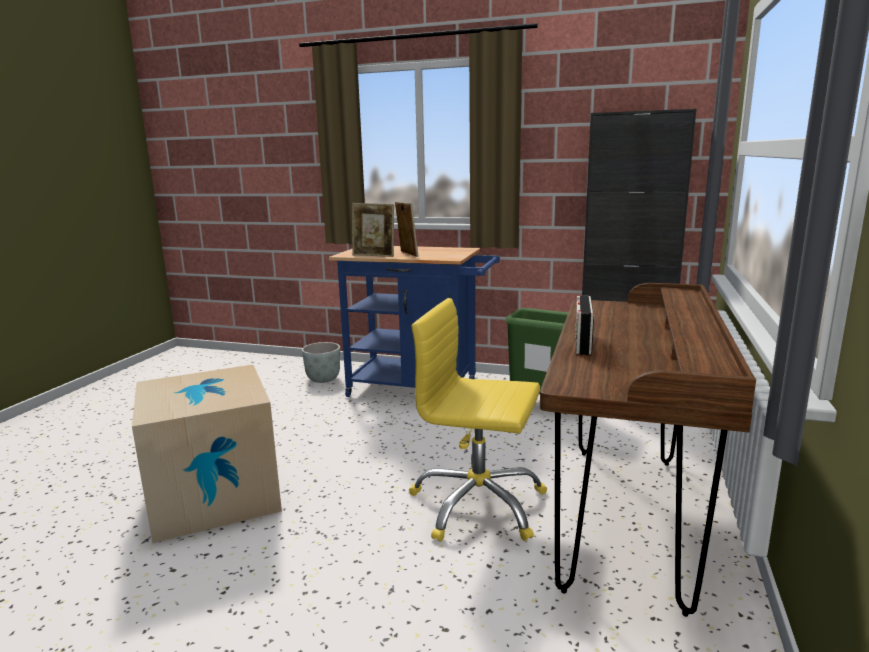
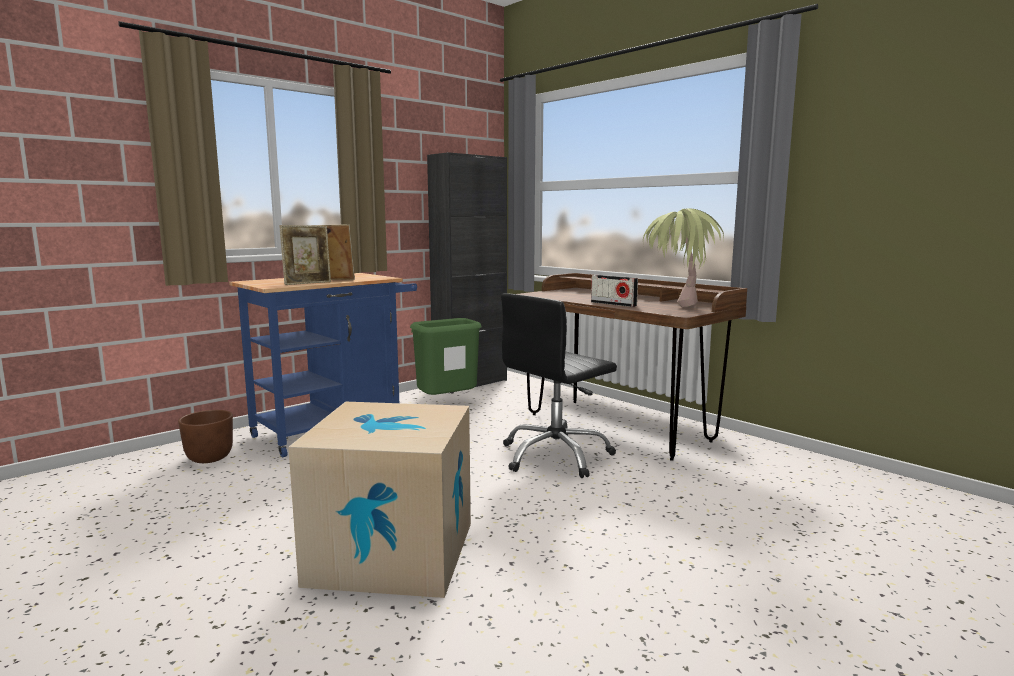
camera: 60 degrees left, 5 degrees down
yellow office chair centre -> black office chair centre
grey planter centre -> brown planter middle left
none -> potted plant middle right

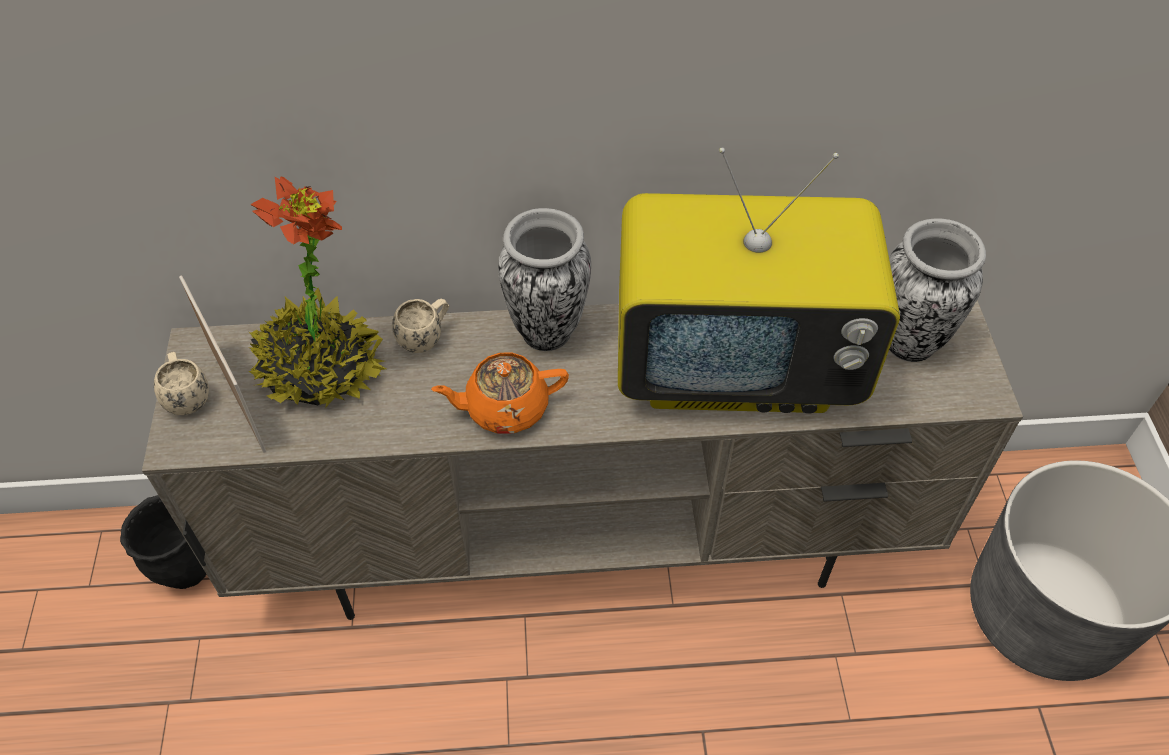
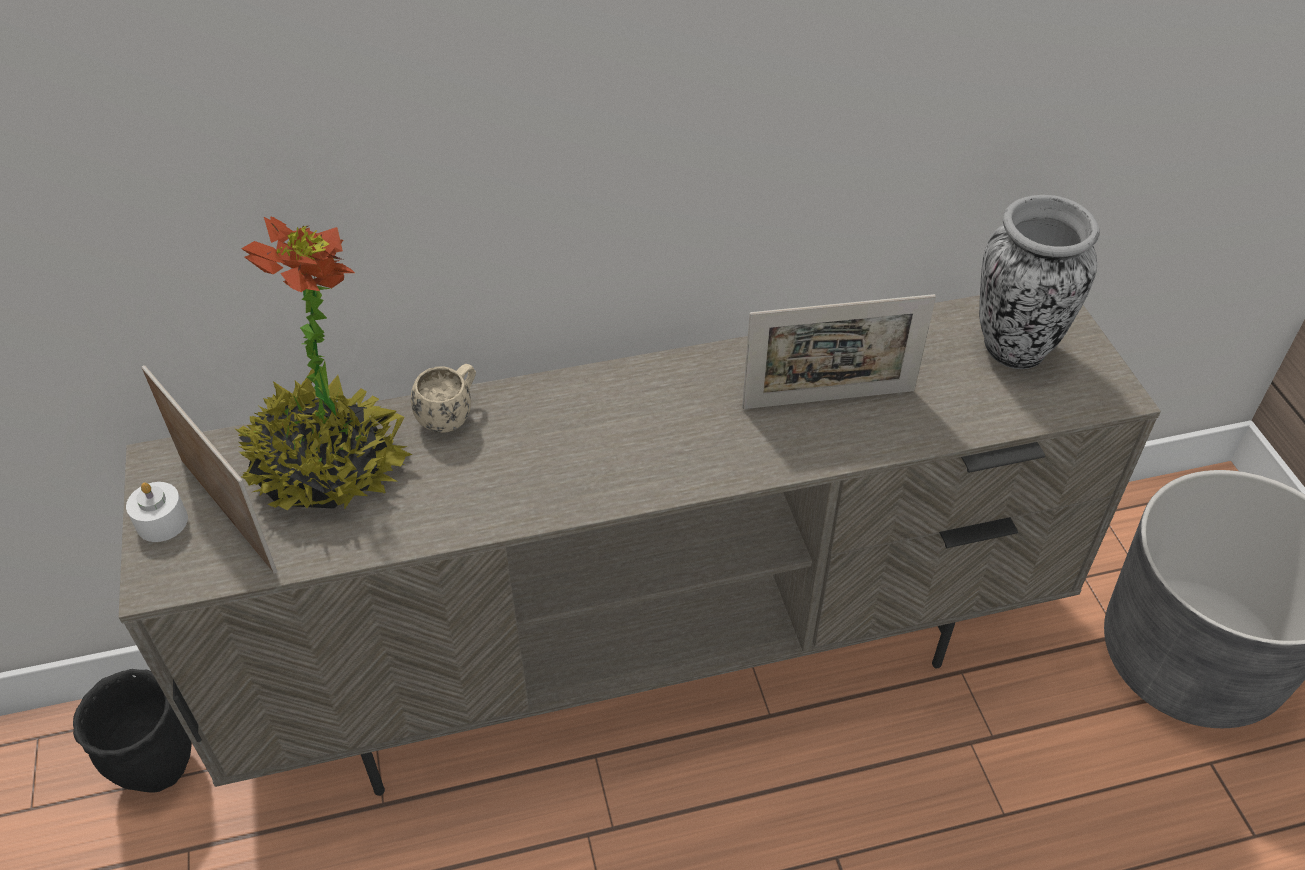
camera: 10 degrees left, 5 degrees down
television centre -> picture frame (2nd from left) centre
vase (1st from left) centre -> none
beige mug (1st from left) middle left -> white candle middle left
orange teapot centre -> none

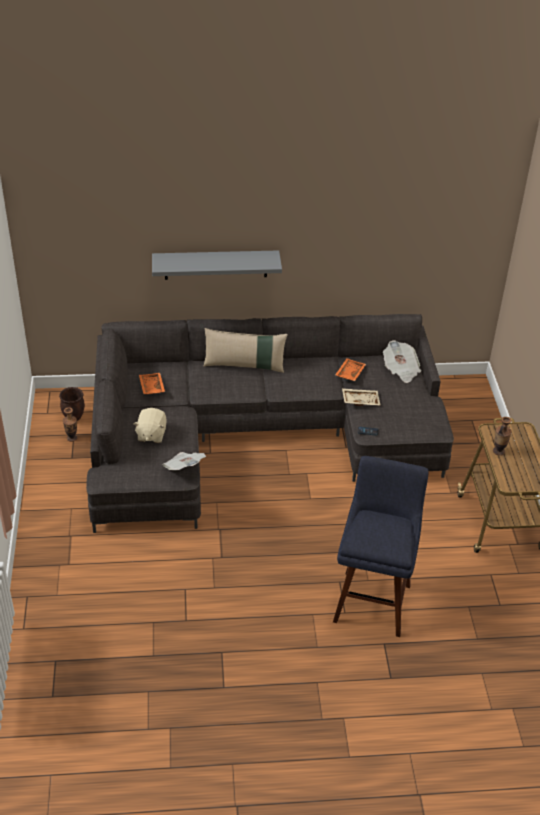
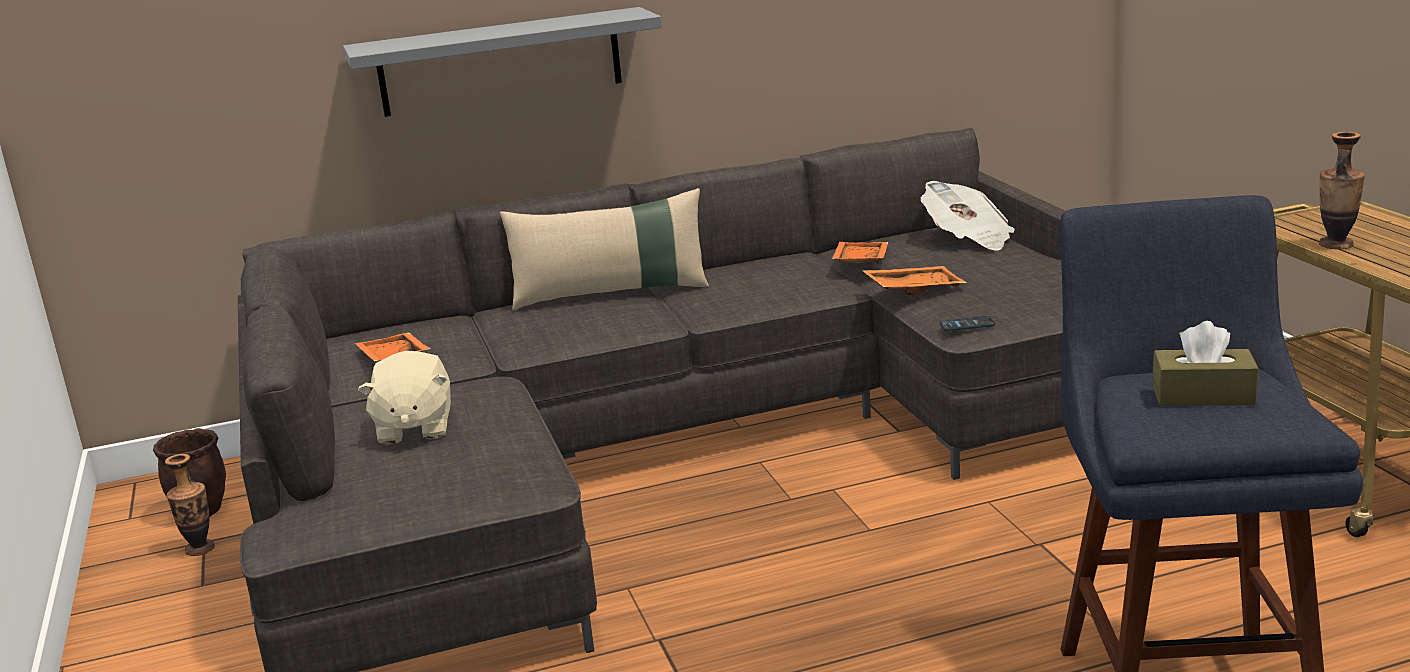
camera: 10 degrees left, 20 degrees down
beige tray middle right -> orange tray (3rd from left) centre
newspaper (1st from left) centre -> none
none -> brown tissue box middle right

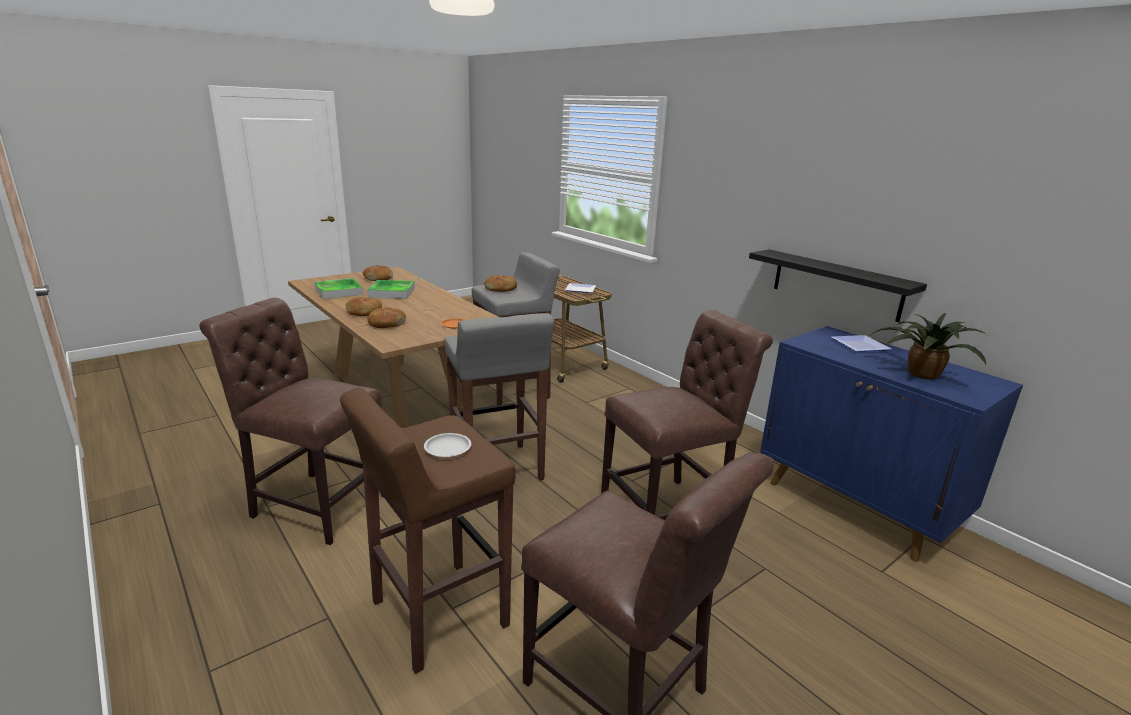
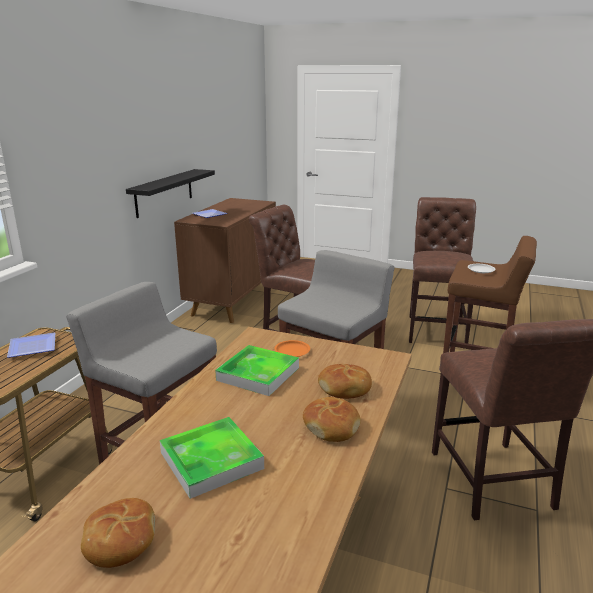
camera: 120 degrees left, 0 degrees up
bread (4th from left) centre -> none
tray (1st from left in the first image) middle left -> tray (2nd from left) centre, moved
potted plant middle right -> none
blue cabinet middle right -> brown cabinet centre

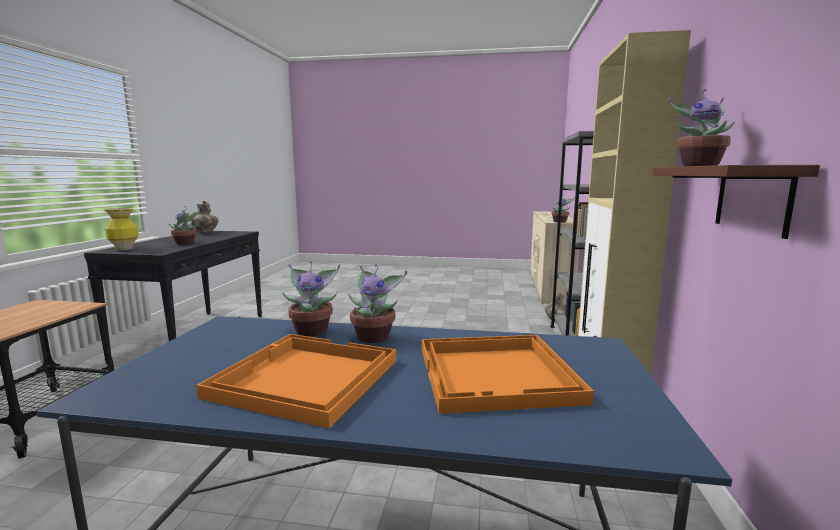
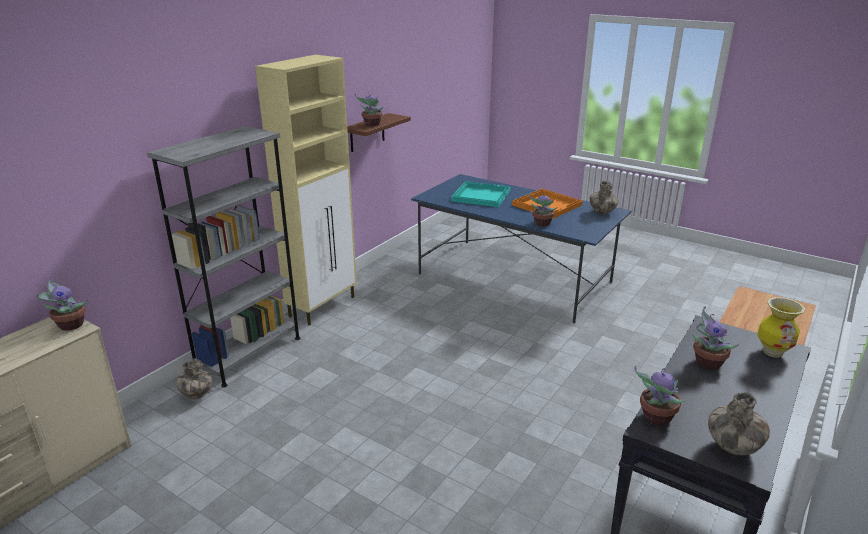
camera: 155 degrees left, 15 degrees up
potted plant (3rd from left in the first image) centre -> potted plant (4th from left) bottom right, moved
orange tray (2nd from left) bottom centre -> turquoise tray centre
none -> vase (2nd from left) middle right

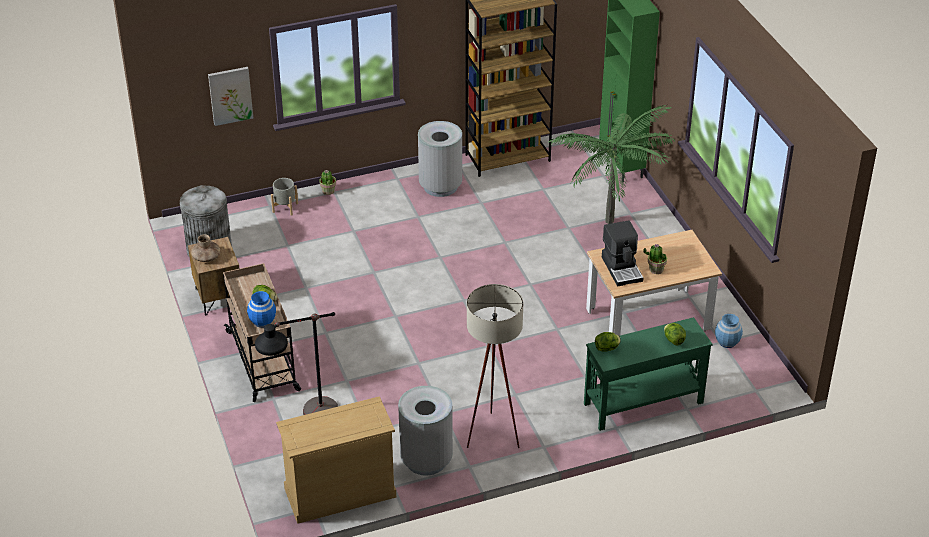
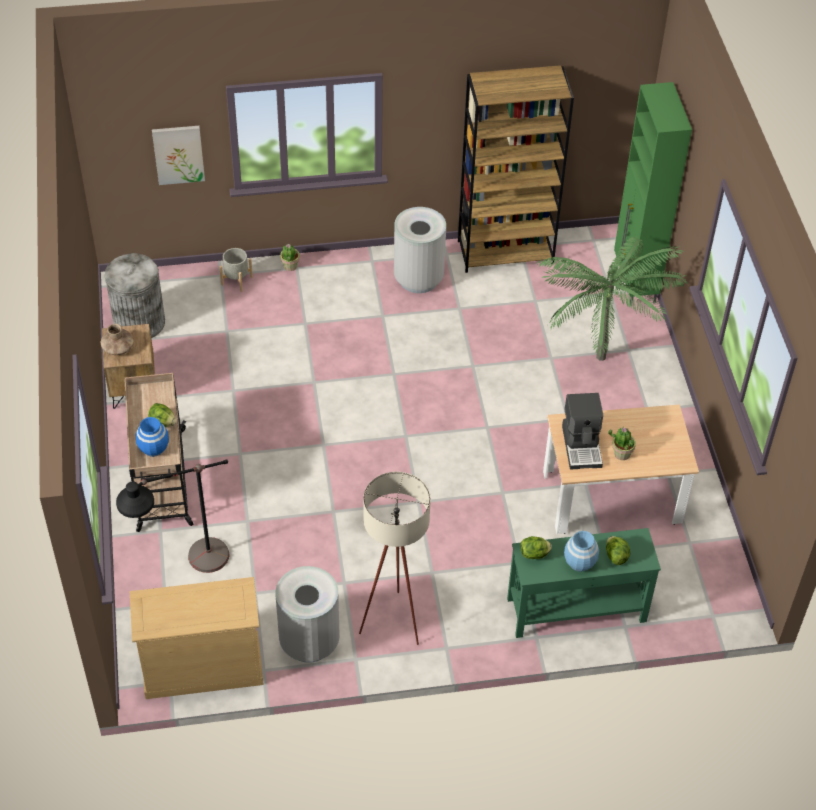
camera: 10 degrees right, 10 degrees up
blue vase (2nd from left) middle right -> blue vase (2nd from left) bottom right, moved

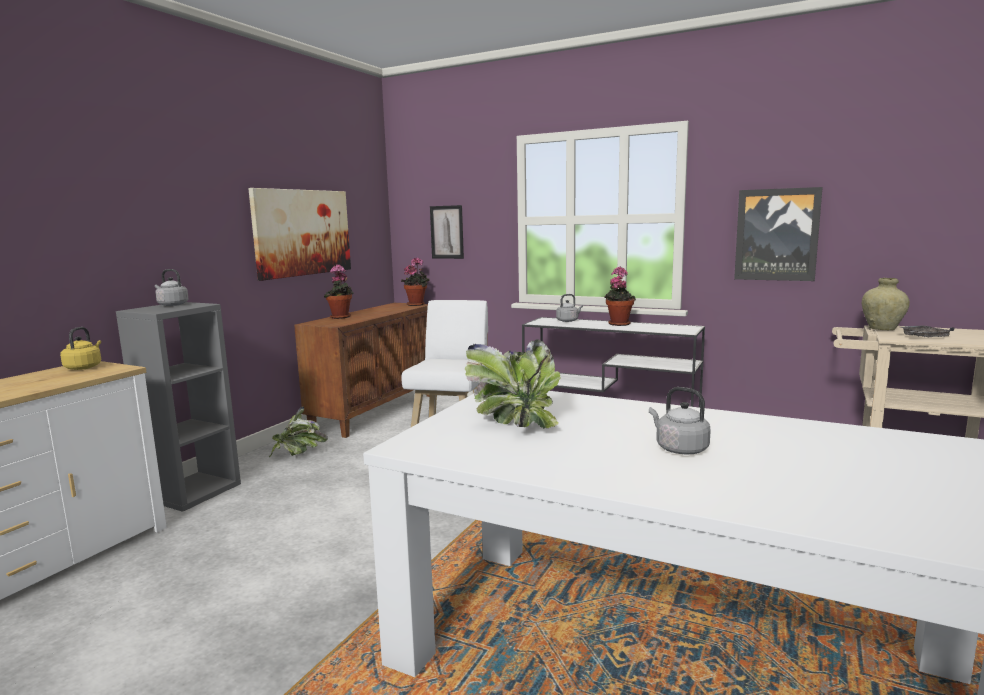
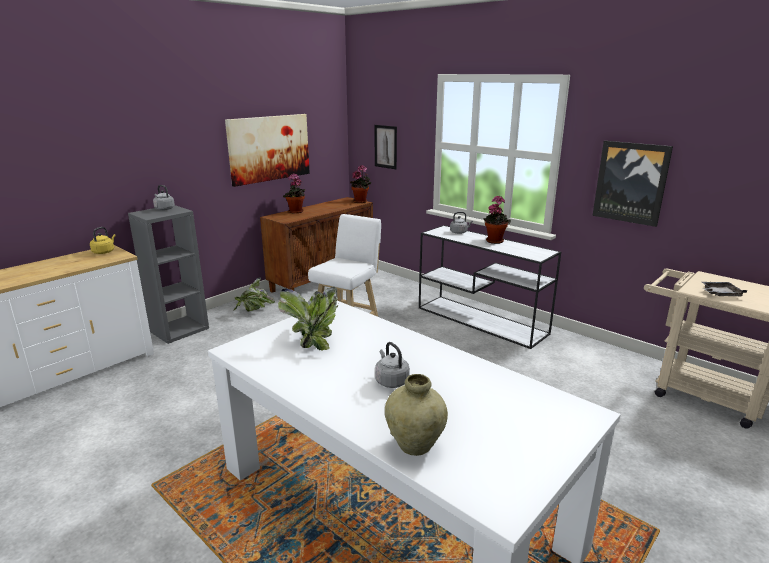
camera: 15 degrees right, 10 degrees up
beige vase middle right -> beige vase bottom centre, moved

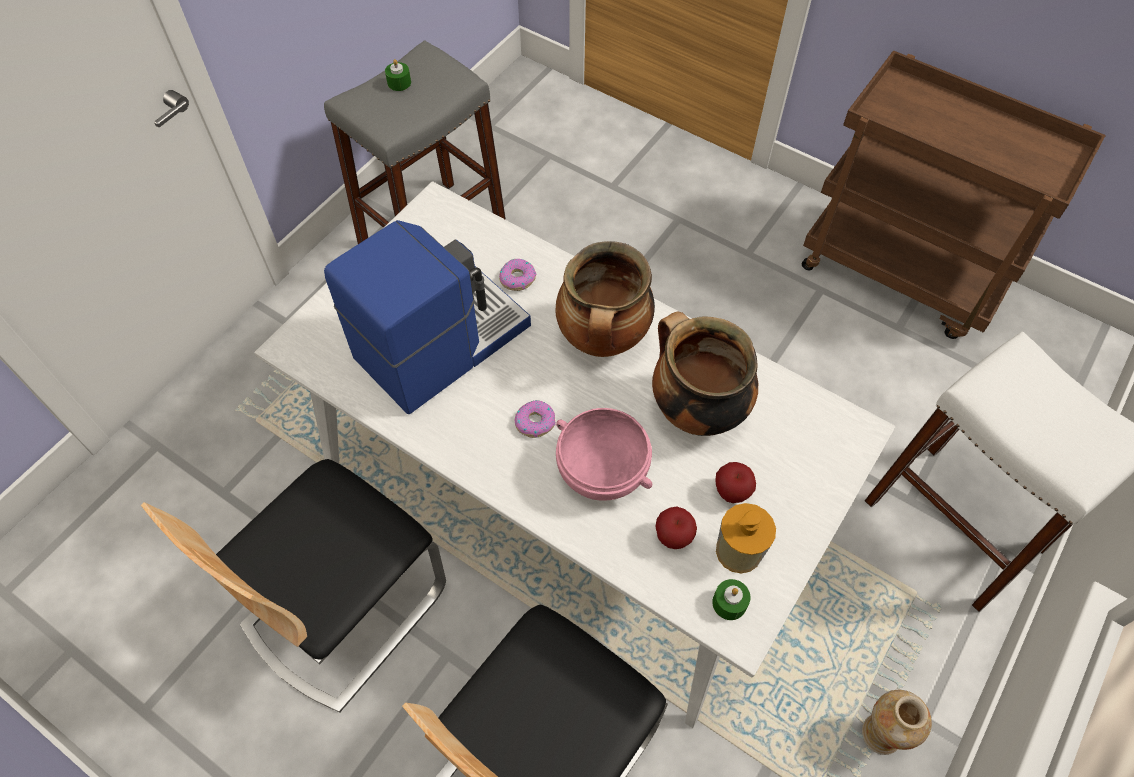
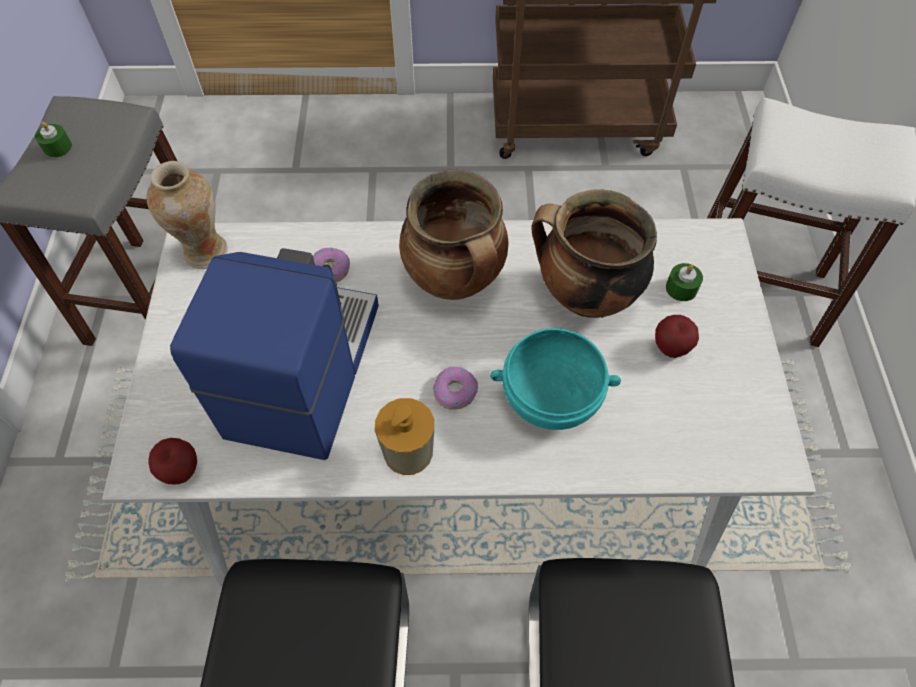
camera: 35 degrees left, 0 degrees up
pink bowl centre -> turquoise bowl centre
soap dispenser bottom centre -> soap dispenser centre, moved
apple (1st from left) bottom centre -> apple (1st from left) bottom left, moved
green candle (2nd from left) bottom centre -> green candle (2nd from left) middle right, moved
vase bottom right -> vase top left, moved

